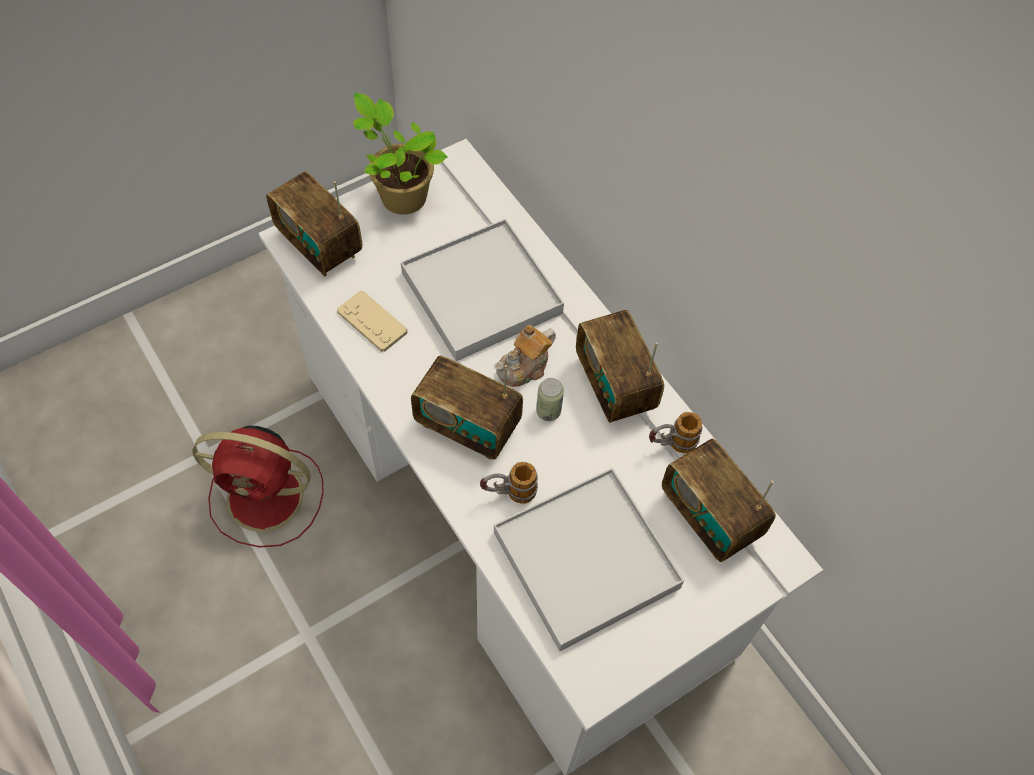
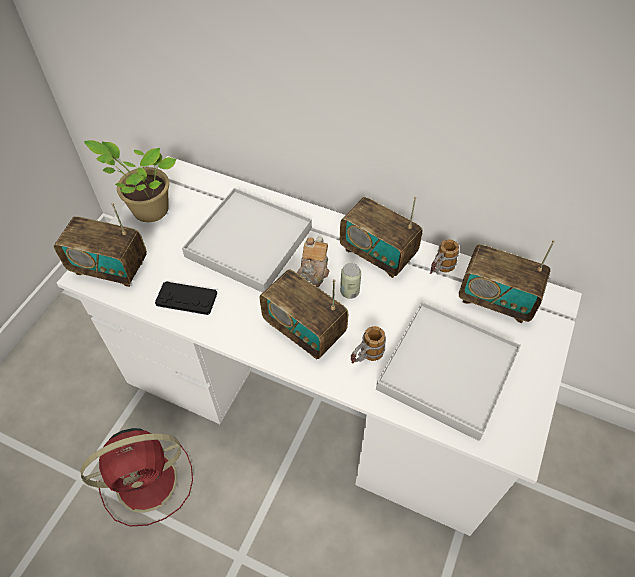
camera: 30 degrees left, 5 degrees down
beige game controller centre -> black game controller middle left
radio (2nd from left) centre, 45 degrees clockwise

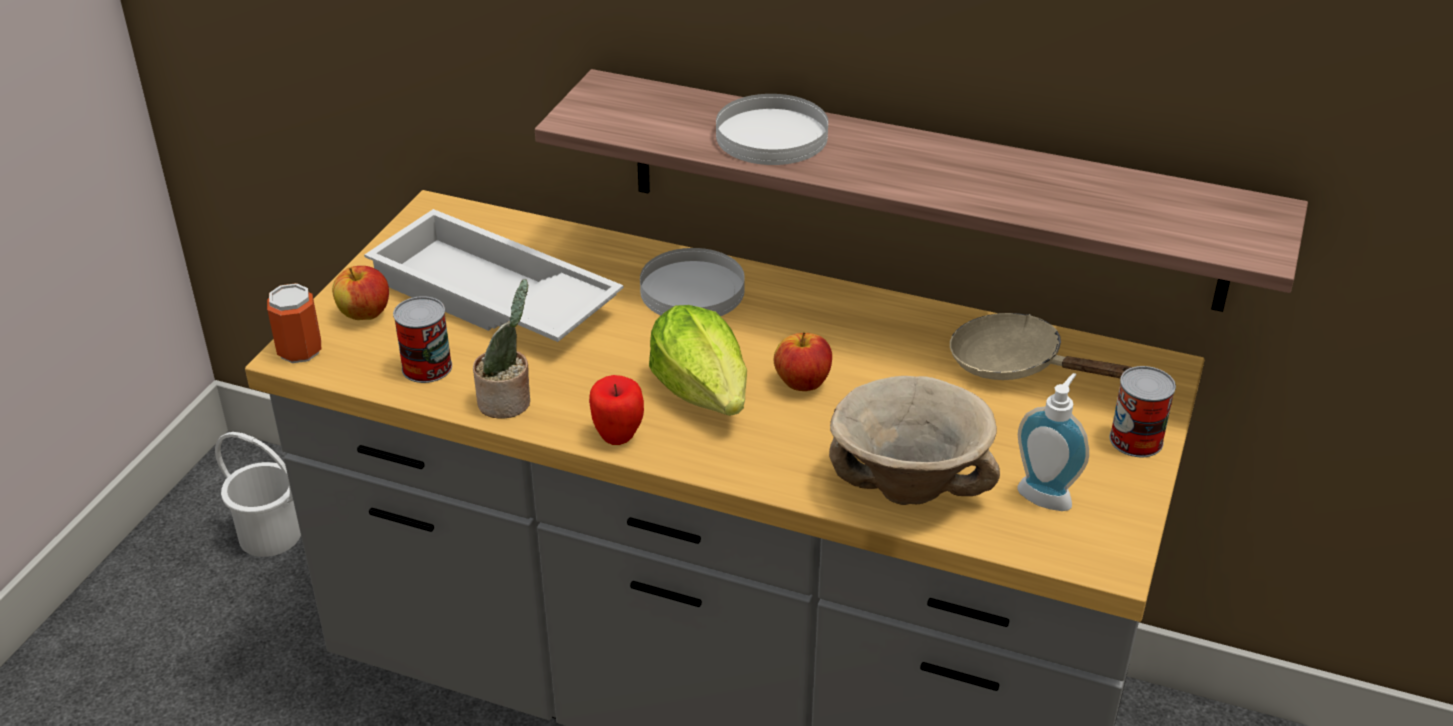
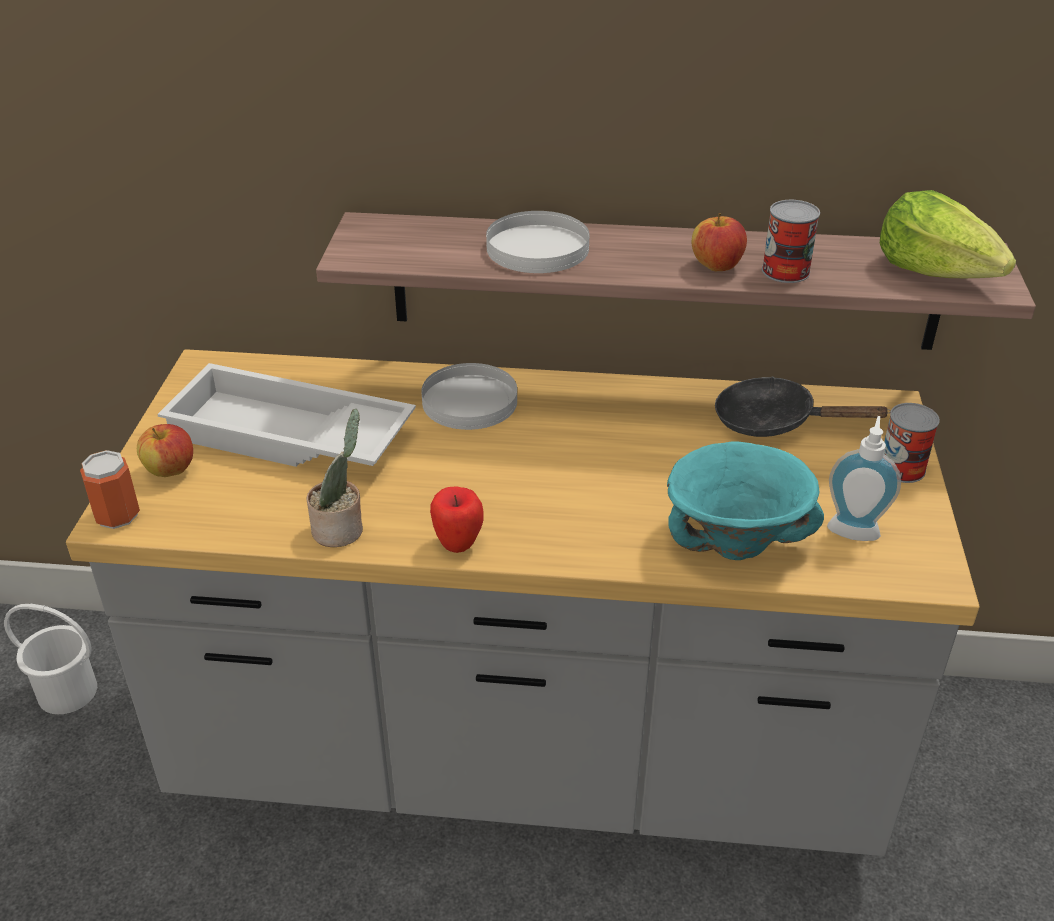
camera: 15 degrees left, 0 degrees up
can (2nd from left) middle left -> can (2nd from left) top right, moved
lettuce centre -> lettuce top right, moved
beige frying pan middle right -> black frying pan middle right
apple (3rd from left) centre -> apple (3rd from left) top right, moved
beige bowl centre -> turquoise bowl middle right

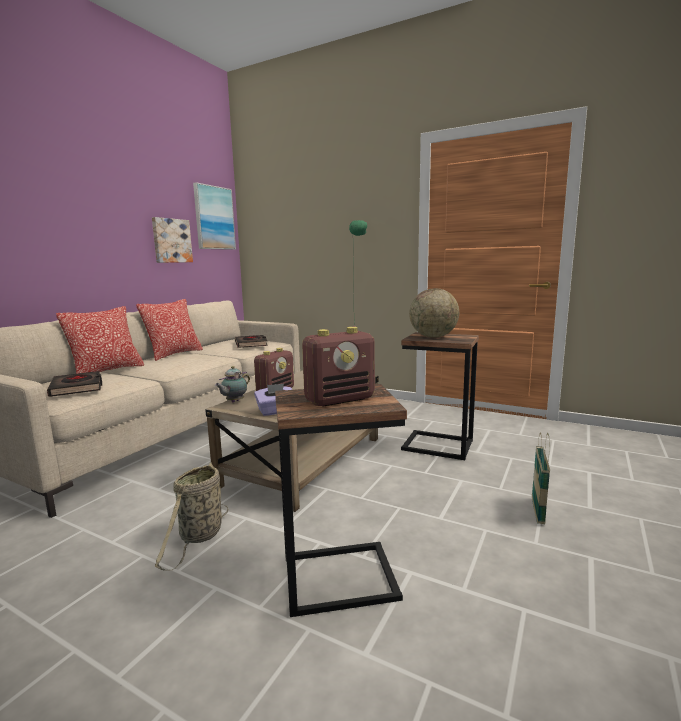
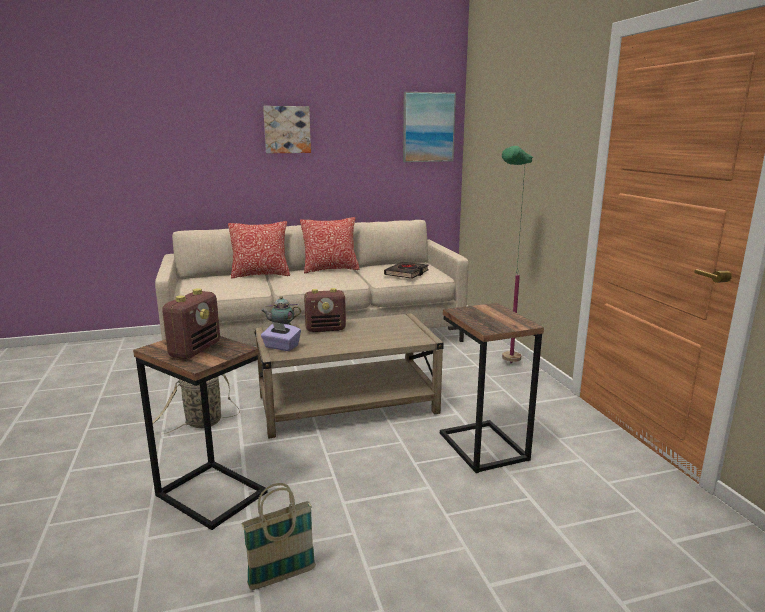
camera: 45 degrees right, 5 degrees up
picture (1st from left) top left -> picture (1st from left) top centre, moved
globe centre -> none
radio (2nd from left in the first image) centre -> radio (1st from left) middle left, 90 degrees counterclockwise
black book (1st from left) middle left -> none
basket (2nd from left) middle right -> basket (2nd from left) bottom centre, moved

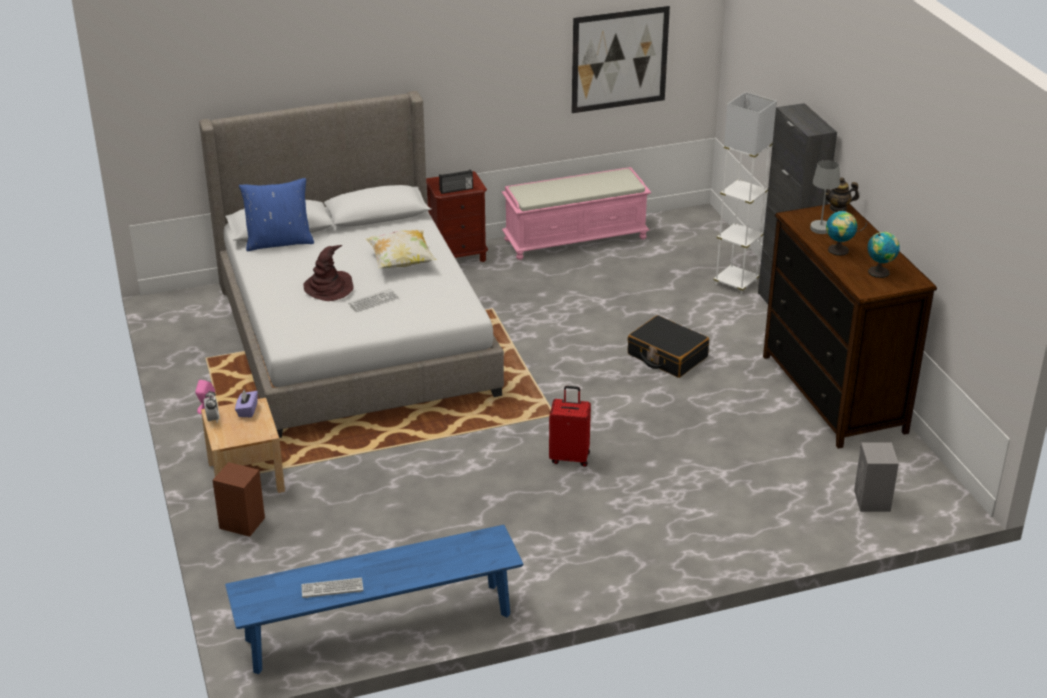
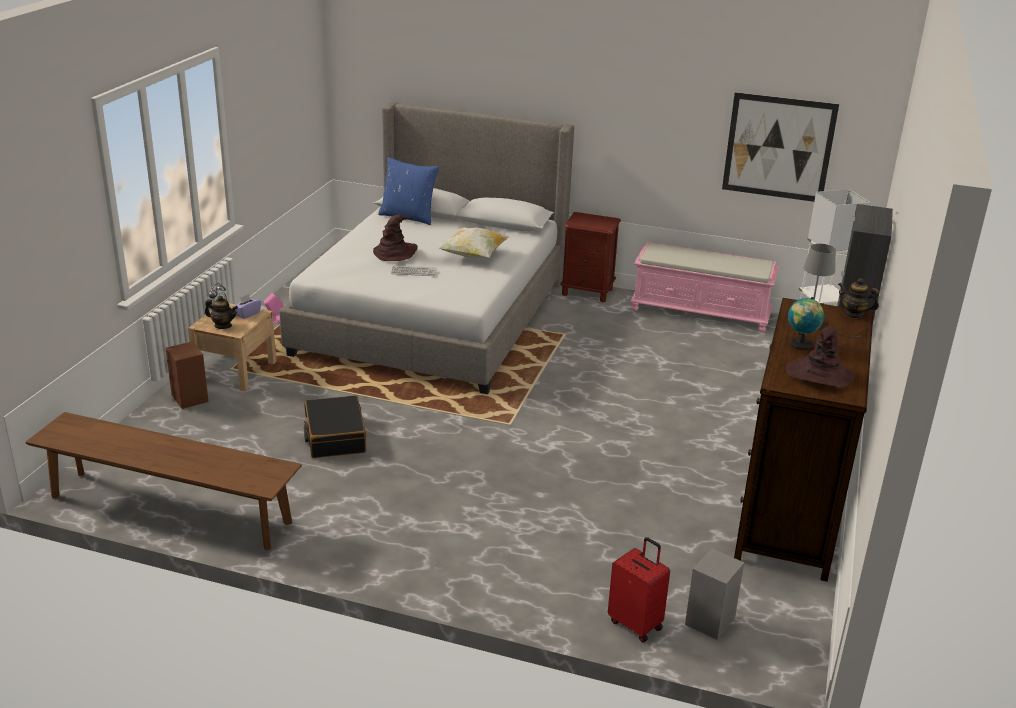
camera: 35 degrees right, 5 degrees down
radio top centre -> none
globe (2nd from left) middle right -> brown hat (2nd from left) middle right
black suitcase centre -> black suitcase middle left, moved
red suitcase centre -> red suitcase bottom centre, moved
blue bench bottom centre -> brown bench bottom left
keyboard (1st from left) bottom left -> none
none -> teapot (1st from left) middle left

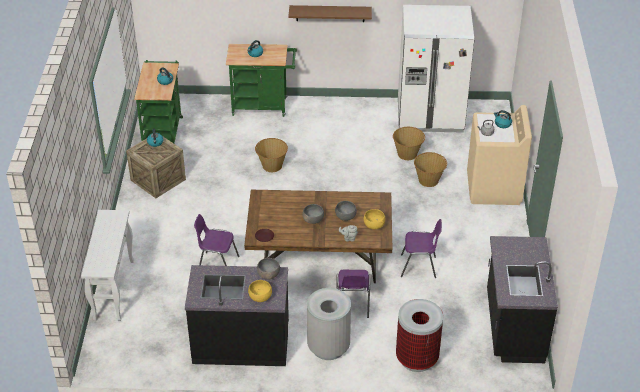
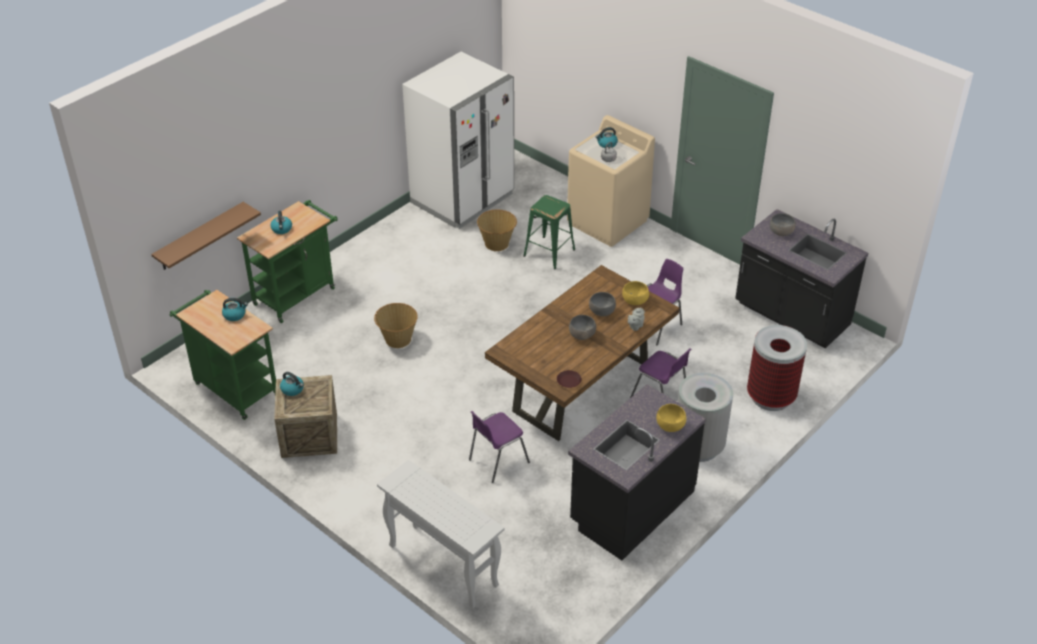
camera: 50 degrees left, 0 degrees up
brown shelf top centre -> brown shelf middle left, moved
basket (3rd from left) middle right -> green stool centre
grey bowl (1st from left in the first image) bottom centre -> grey bowl (3rd from left) middle right, moved

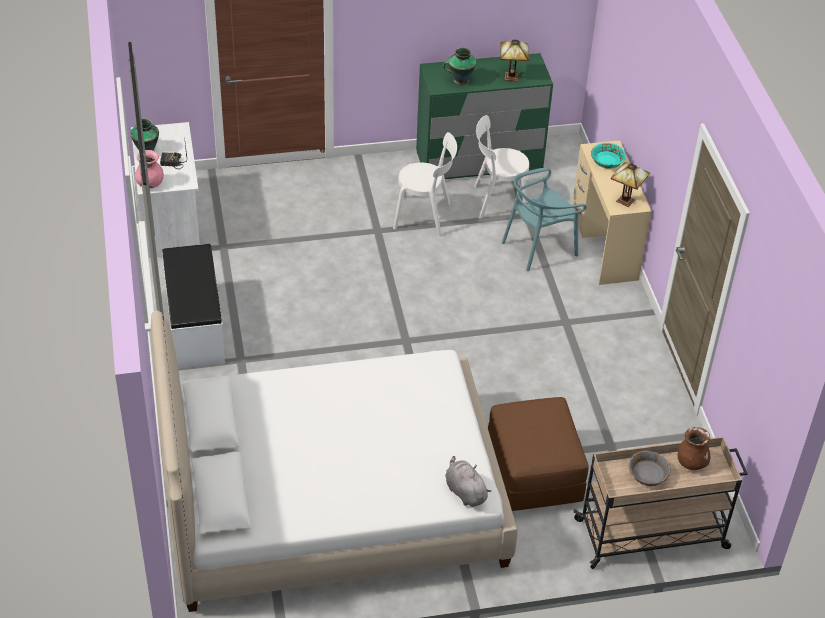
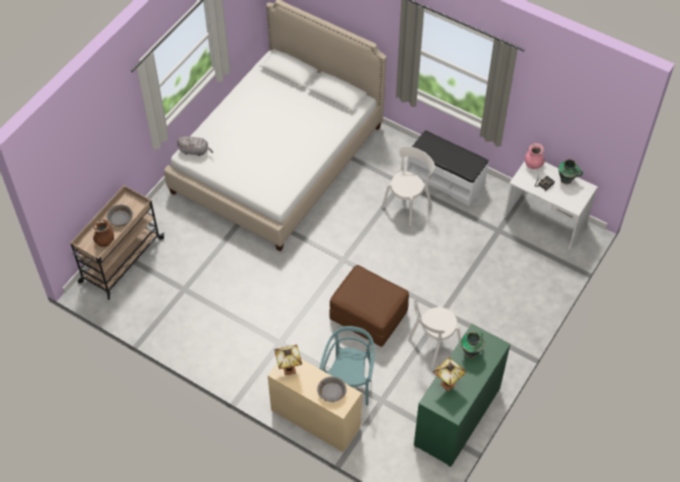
camera: 135 degrees right, 10 degrees up
white chair (2nd from left in the first image) top centre -> white chair (1st from left) centre, moved
turquoise bowl top right -> grey bowl (2nd from left) bottom centre
brown ottoman bottom centre -> brown ottoman centre, moved

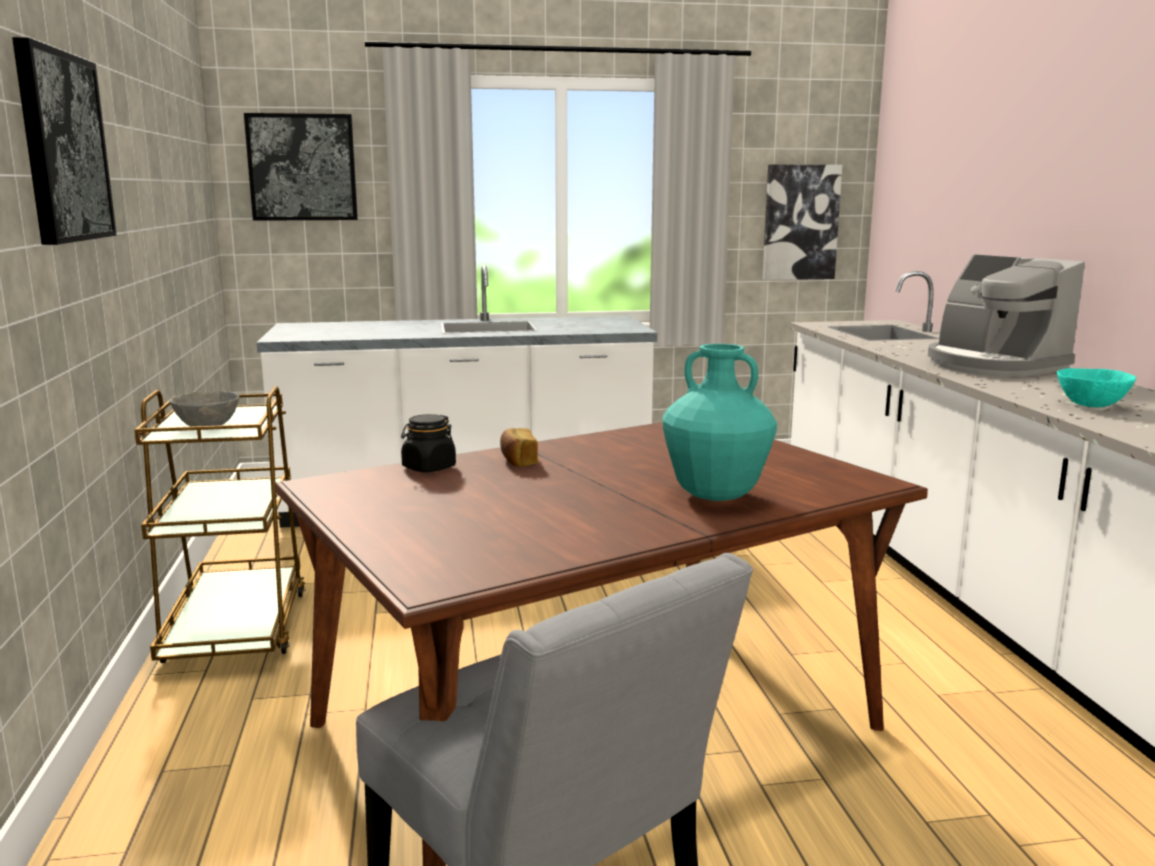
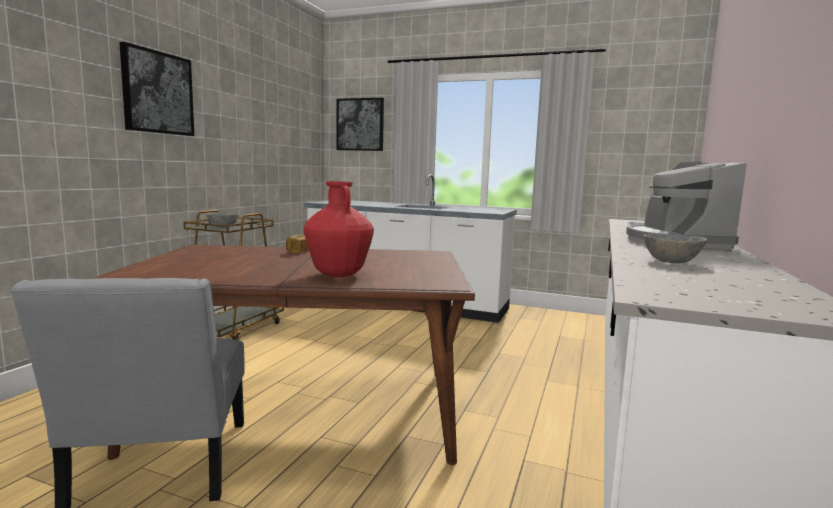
camera: 30 degrees right, 5 degrees down
picture (3rd from left) top right -> none
turquoise vase centre -> red vase centre
turquoise bowl middle right -> grey bowl (2nd from left) middle right
black jar centre -> none

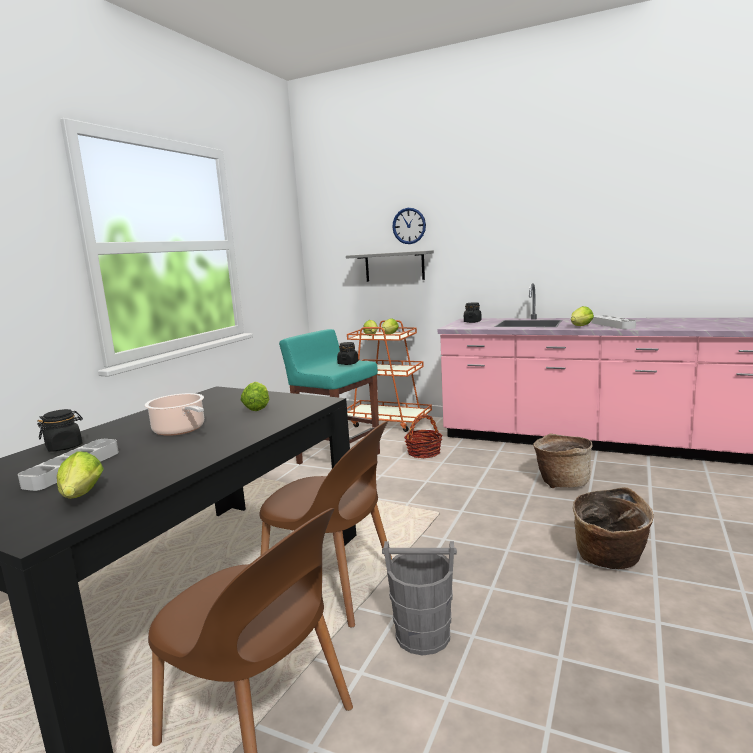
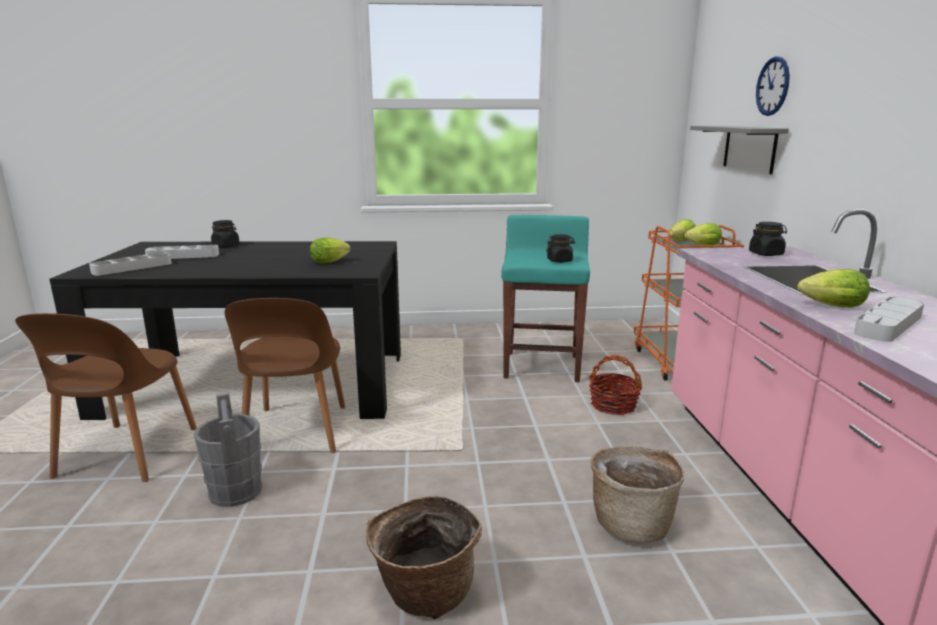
camera: 60 degrees right, 5 degrees up
cooking pot middle left -> none
lettuce (1st from left) middle left -> grey tray (1st from left) middle left

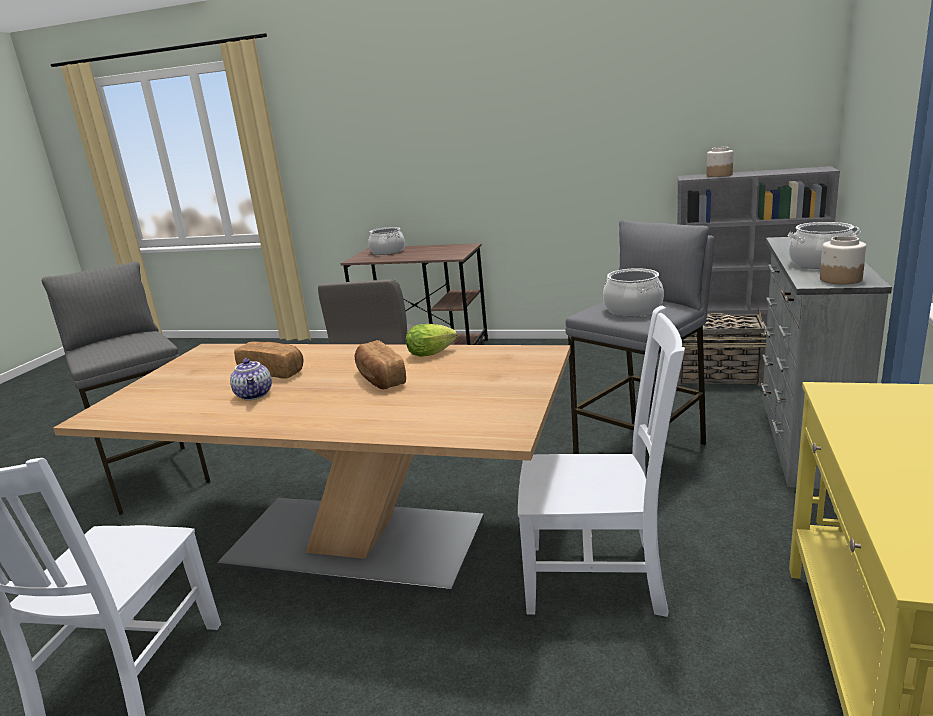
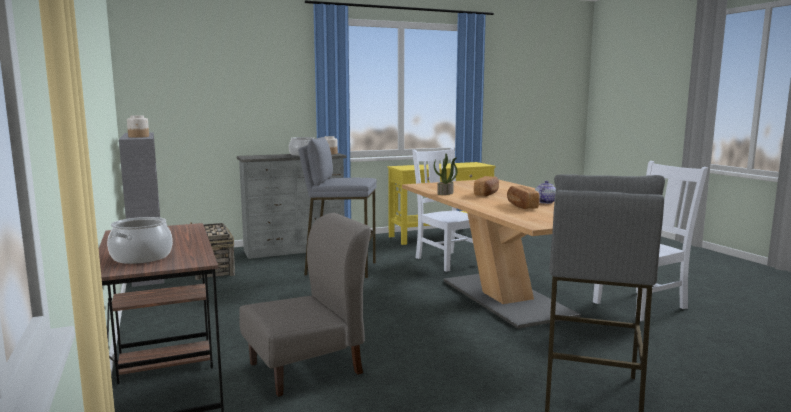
camera: 130 degrees left, 10 degrees down
cooking pot (2nd from left) middle right -> none
lettuce centre -> potted plant centre

